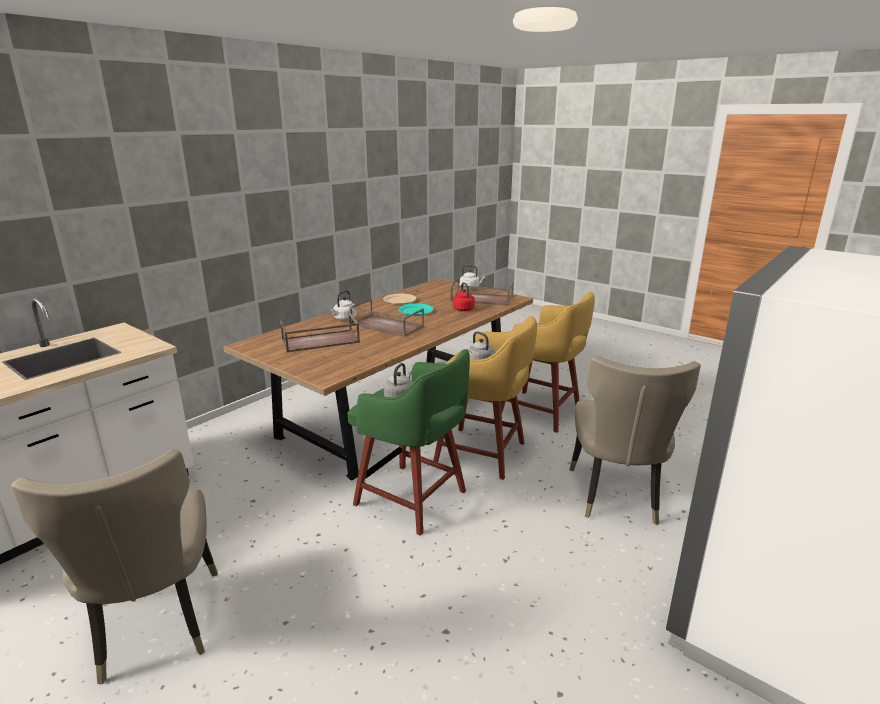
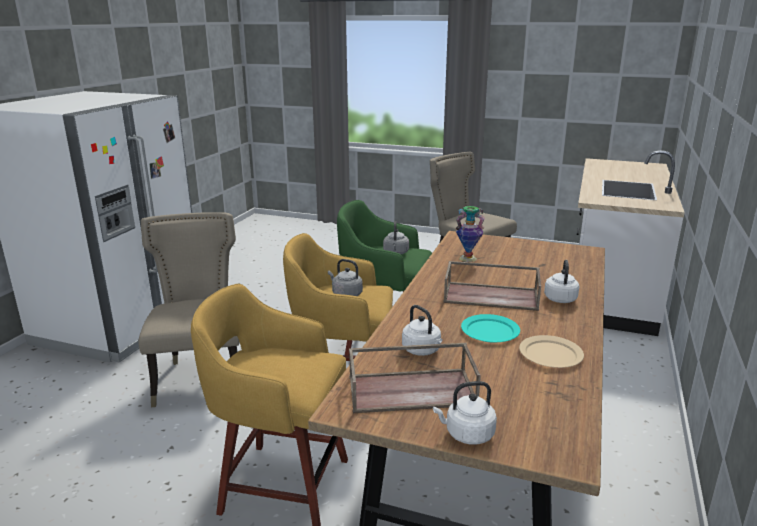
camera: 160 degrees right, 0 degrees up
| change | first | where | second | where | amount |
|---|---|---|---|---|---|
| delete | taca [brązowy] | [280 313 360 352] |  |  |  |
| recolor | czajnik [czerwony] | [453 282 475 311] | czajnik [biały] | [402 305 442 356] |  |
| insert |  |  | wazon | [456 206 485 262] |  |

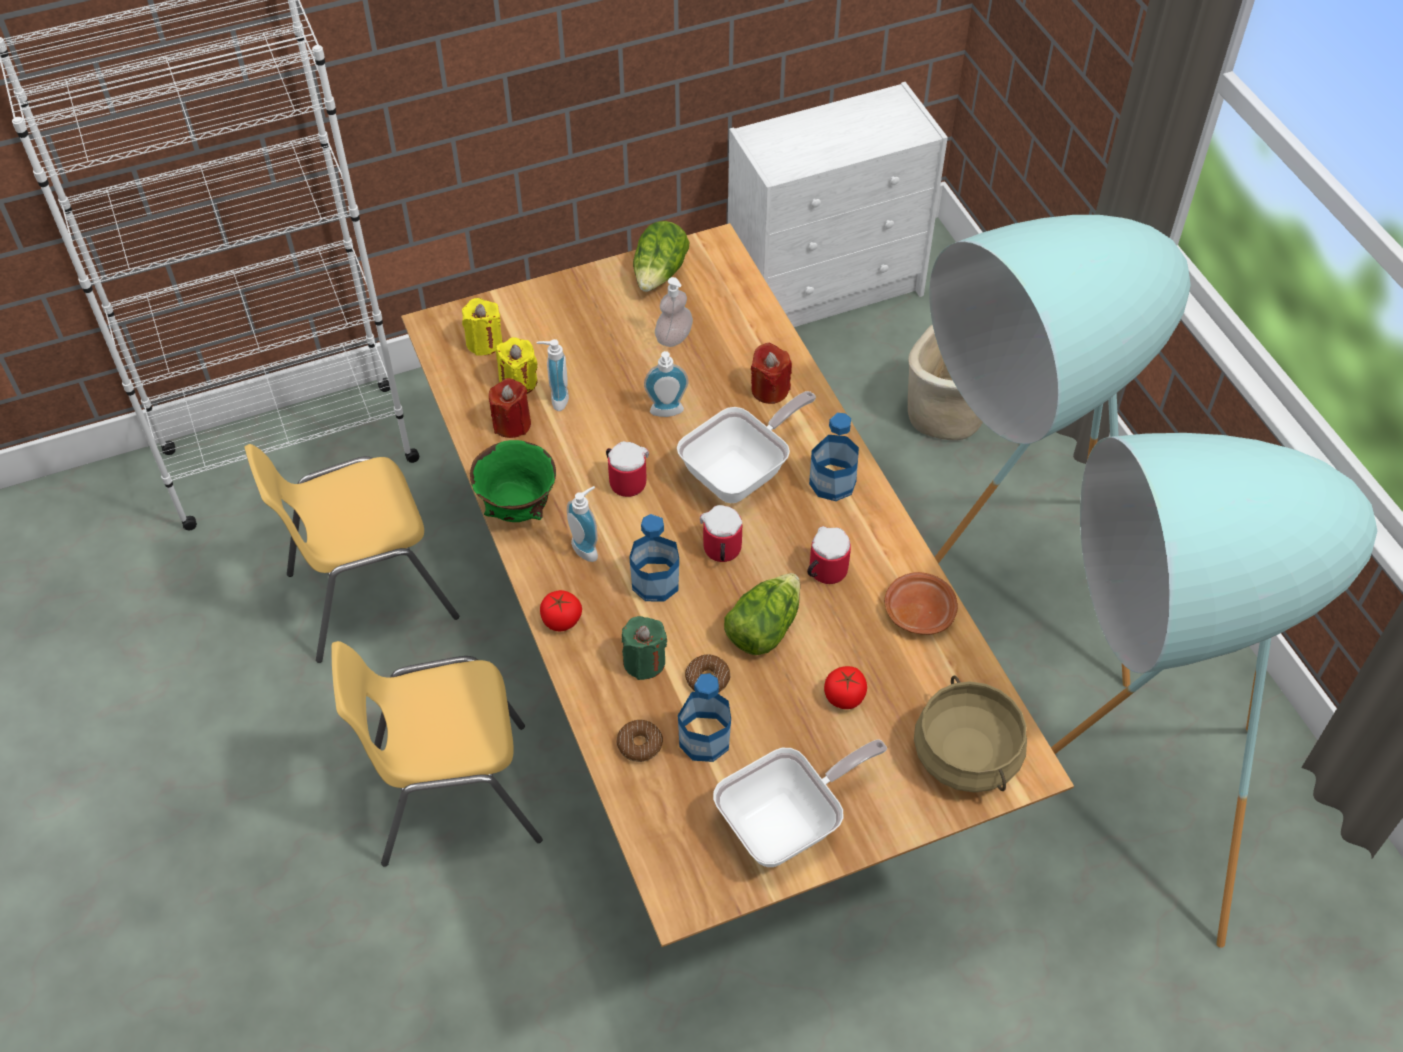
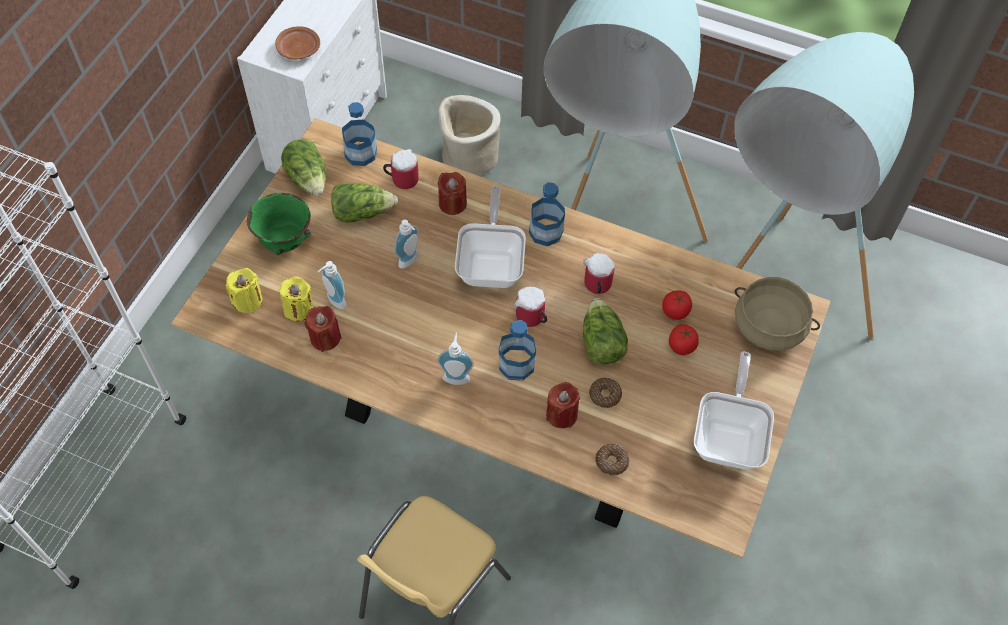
camera: 45 degrees left, 5 degrees up
| change | first | where | second | where | amount |
|---|---|---|---|---|---|
| delete | krzesło [żółty] | [245 444 459 663] |  |  |  |
| move | miska [zielony] | [470 440 556 522] |  | [247 193 311 255] |  |
| move | pomidor | [540 590 582 631] |  | [662 290 692 320] |  |
| move | kubek | [606 441 649 497] |  | [383 149 419 189] |  |
| recolor | świeca [zielony] | [622 616 667 680] | świeca [czerwony] | [546 382 580 428] |  |
| replace | dozownik mydła | [655 277 693 347] | sałata | [331 183 398 223] |  |
| move | butelka | [678 673 731 762] |  | [342 102 377 166] |  |
| move | talerz [brązowy] | [884 572 958 635] |  | [275 26 320 60] |  |

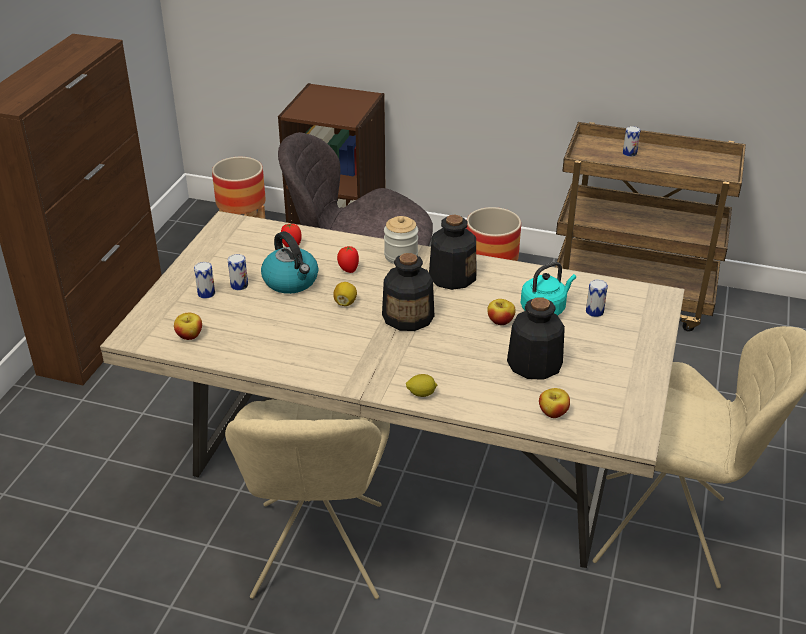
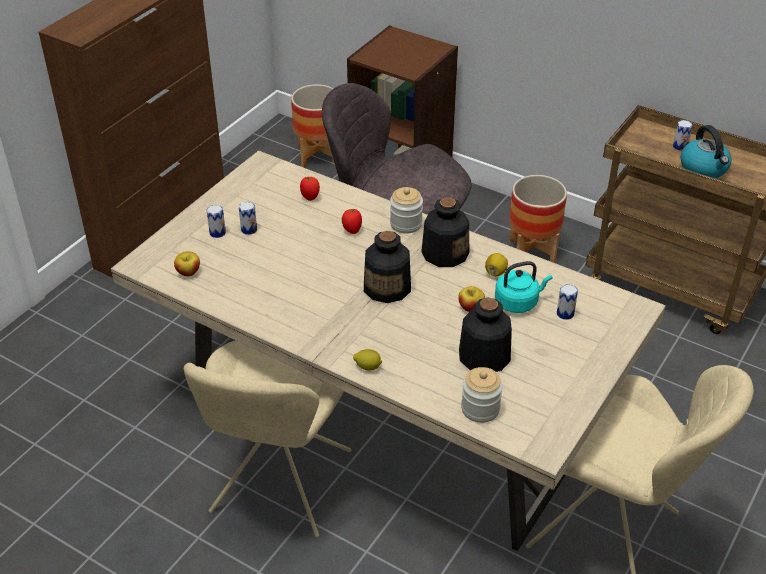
camera: 15 degrees right, 5 degrees up
| change | first | where | second | where | amount |
|---|---|---|---|---|---|
| move | czajnik | [261 231 318 294] |  | [681 125 732 178] |  |
| move | cytryna | [333 282 357 306] |  | [485 253 508 276] |  |
| replace | jabłko | [539 388 570 418] | słoik | [461 367 503 423] |  |

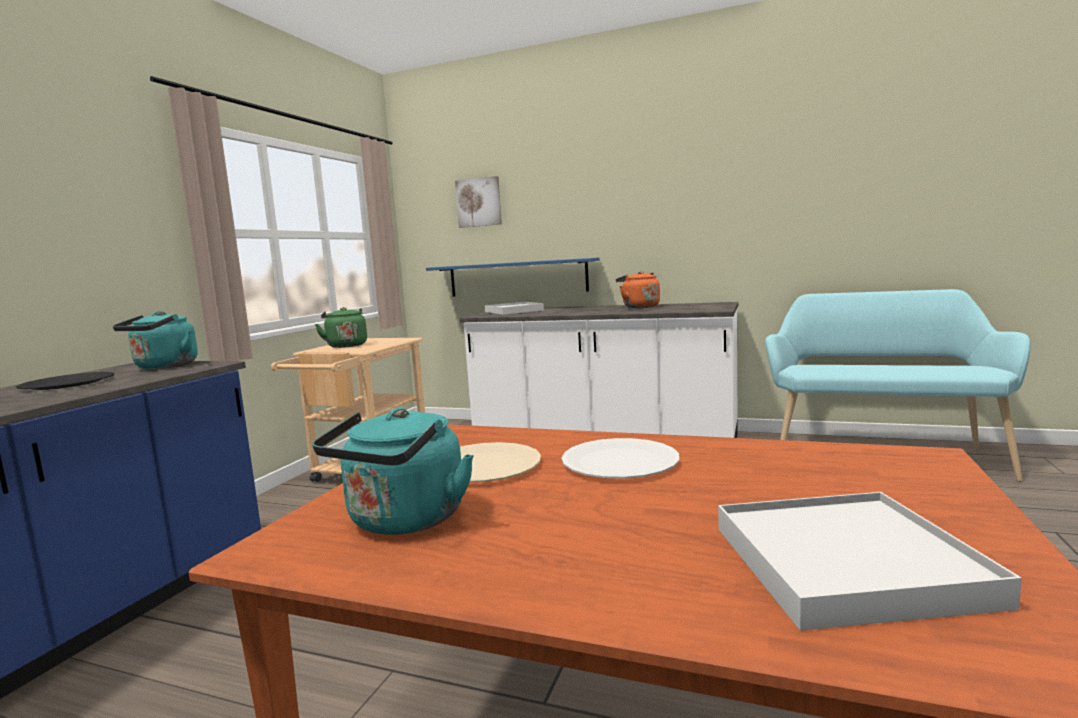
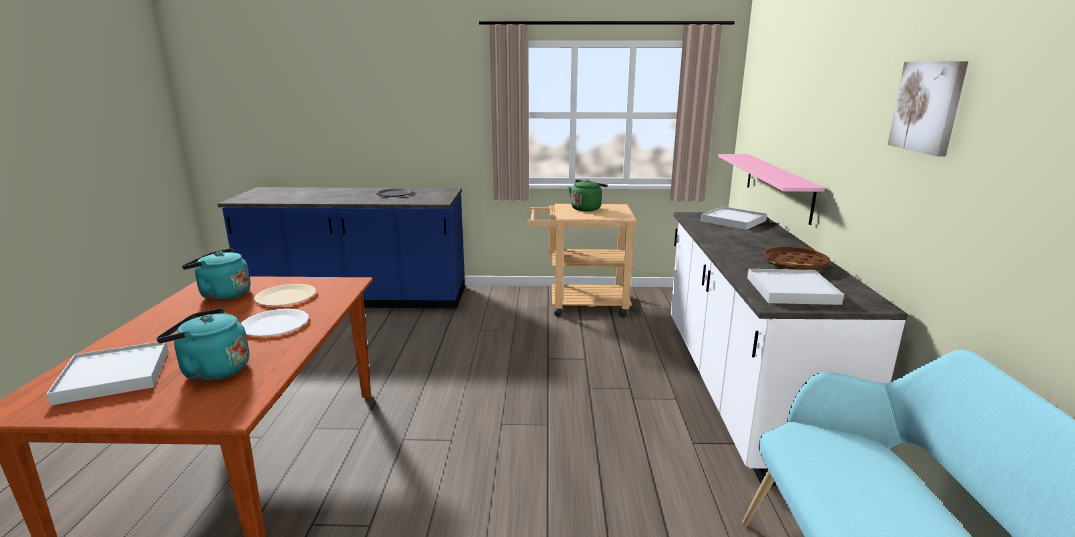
camera: 70 degrees right, 10 degrees up
| change | first | where | second | where | amount |
|---|---|---|---|---|---|
| move | czajnik [turkusowy] | [113 311 198 369] |  | [156 308 249 382] |  |
| recolor | półka [niebieski] | [426 257 600 297] | półka [różowy] | [718 154 825 225] |  |
| move | obraz | [455 176 502 228] |  | [887 61 968 157] |  |
| replace | czajnik [pomarańczowy] | [616 271 660 308] | taca [brązowy] | [764 247 830 270] |  |
| insert |  |  | taca [biały] | [747 269 844 305] |  |

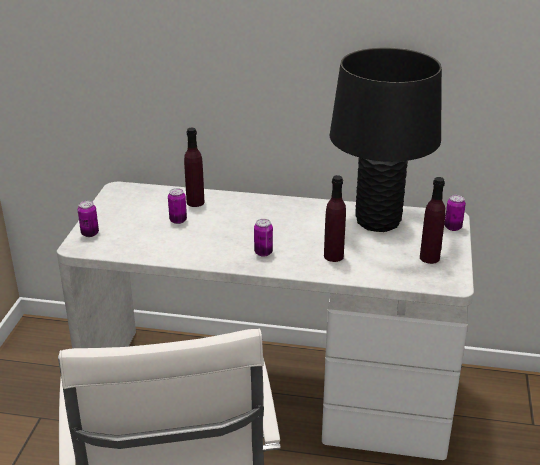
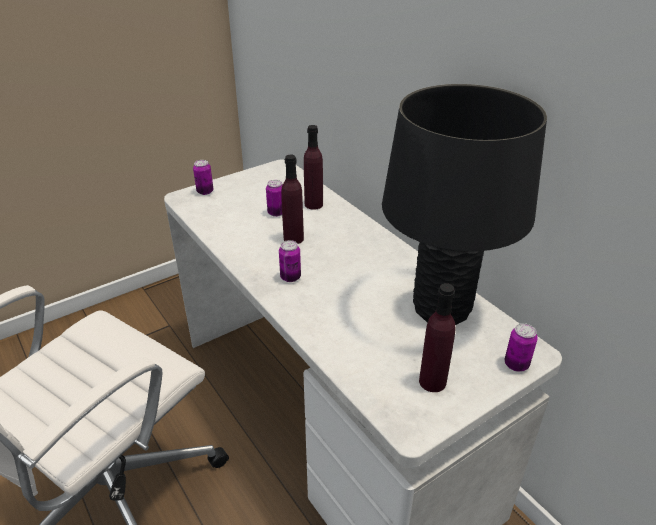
camera: 45 degrees right, 5 degrees up
| change | first | where | second | where | amount |
|---|---|---|---|---|---|
| move | butelka [fioletowy] | [324 175 346 262] |  | [281 155 304 244] |  |

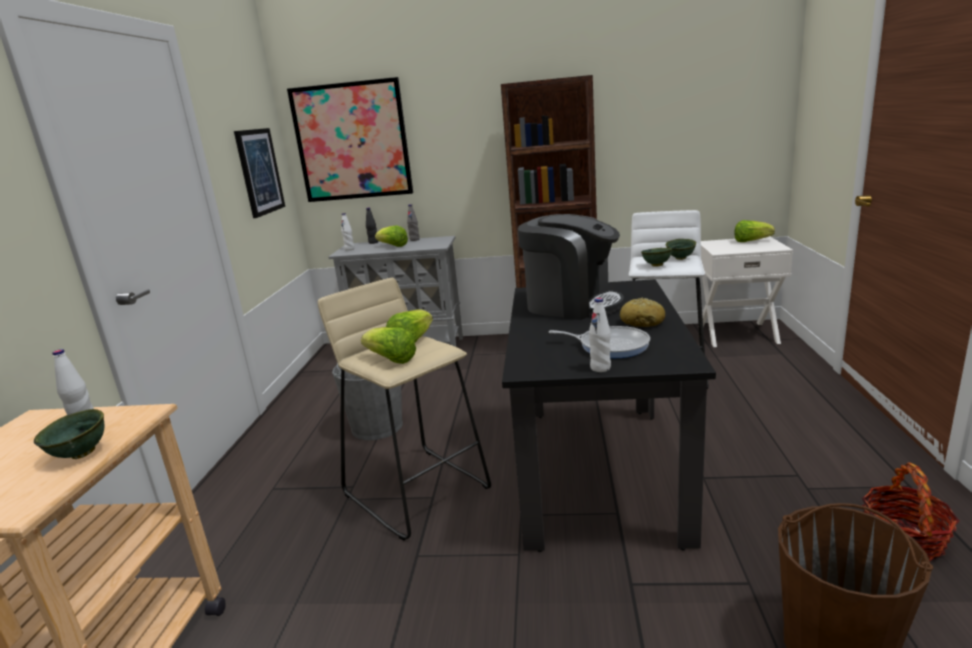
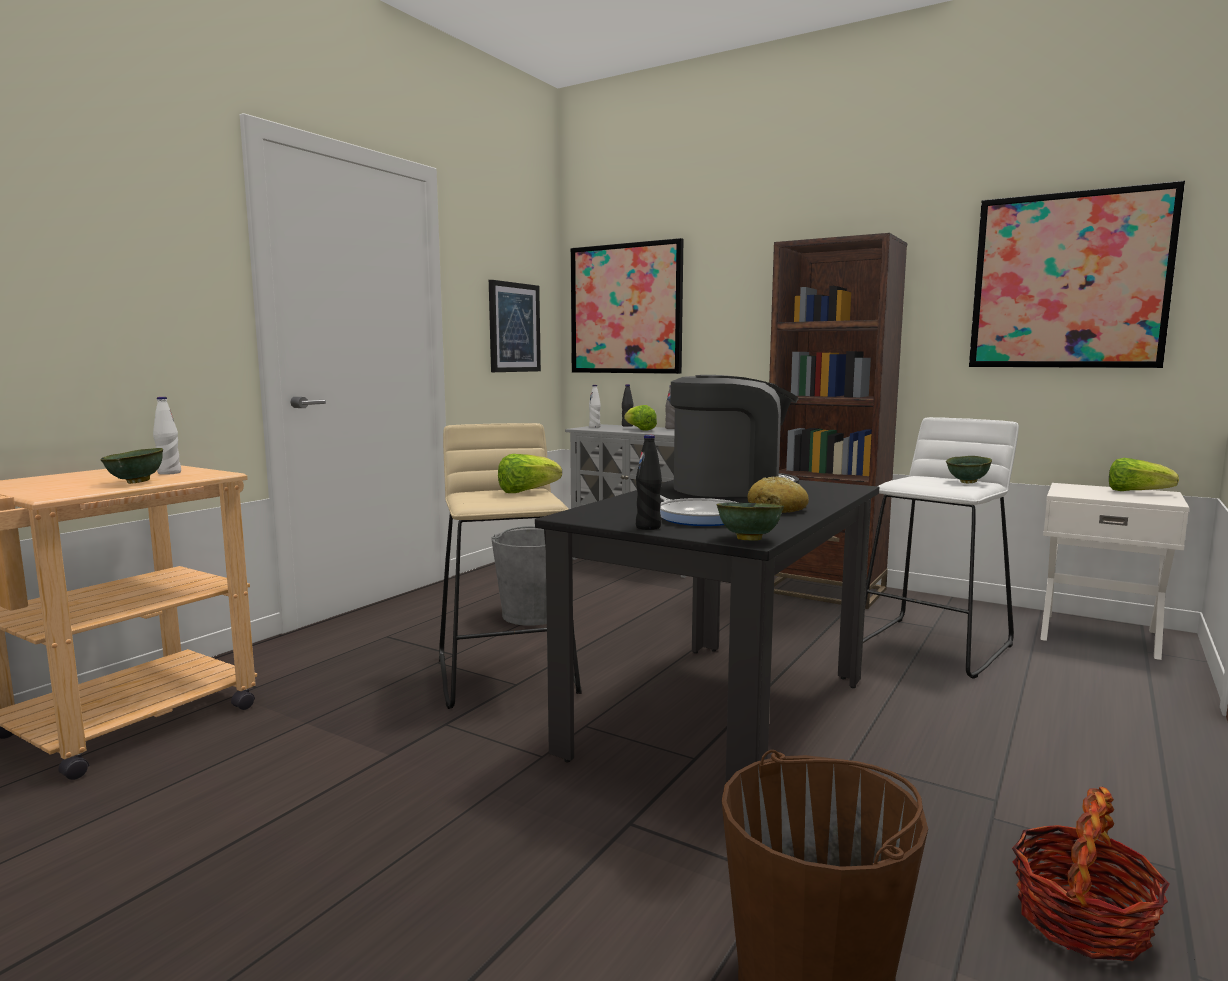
camera: 25 degrees right, 10 degrees down
| change | first | where | second | where | amount |
|---|---|---|---|---|---|
| delete | sałata | [361 327 416 364] |  |  |  |
| rotate | ekspres do kawy | [518 214 624 320] |  | [671 375 799 497] | 60 degrees counterclockwise |
| recolor | butelka [biały] | [589 298 611 372] | butelka [czarny] | [636 435 662 530] |  |
| move | miska [zielony] | [641 248 672 267] |  | [716 502 784 540] |  |
| insert |  |  | obraz | [969 181 1185 368] |  |

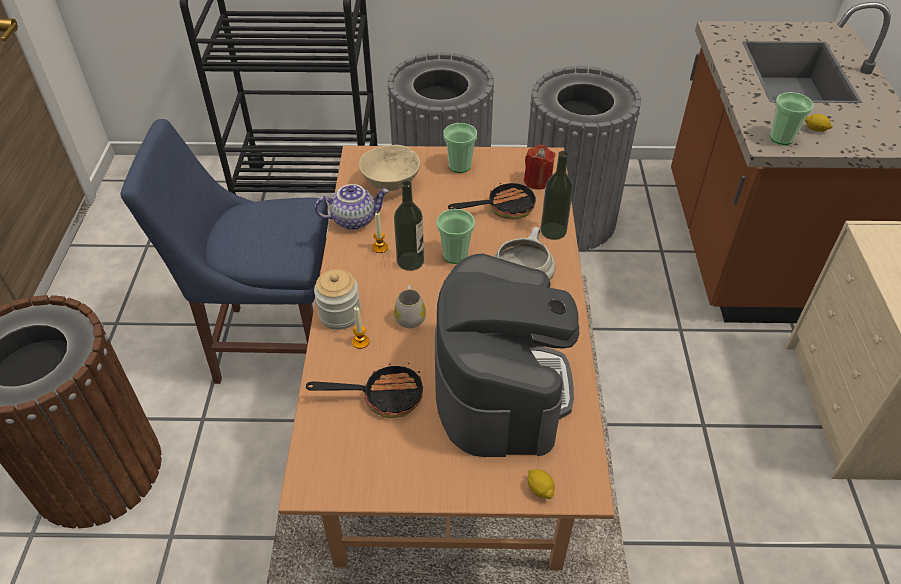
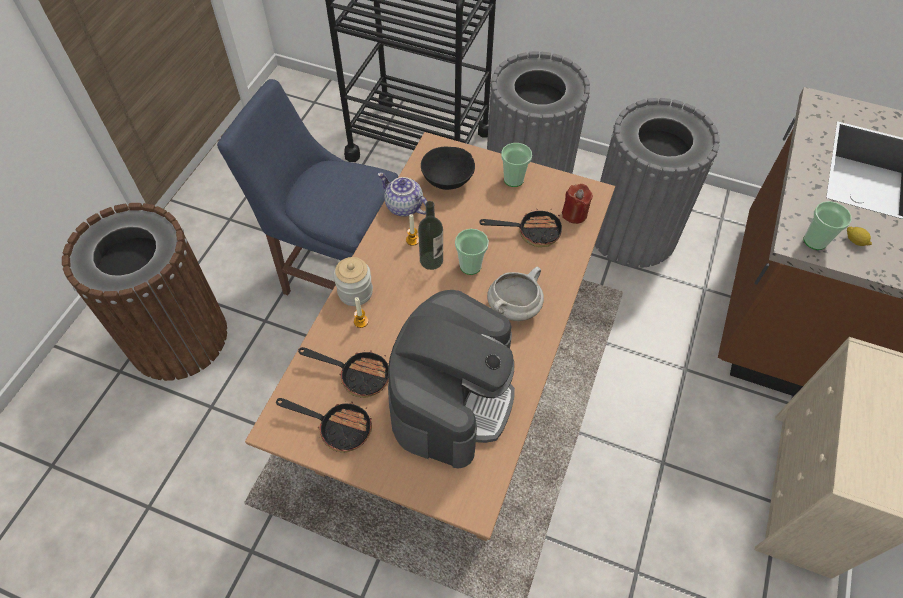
camera: 20 degrees right, 10 degrees up
| change | first | where | second | where | amount |
|---|---|---|---|---|---|
| rotate | imbryk | [315 184 389 230] |  | [378 172 428 217] | 150 degrees counterclockwise |
| recolor | miska [beżowy] | [359 145 420 191] | miska [czarny] | [421 147 475 190] |  |
| delete | kubek [biały] | [394 285 426 328] |  |  |  |
| delete | cytryna | [528 469 555 499] |  |  |  |
| delete | butelka | [541 151 573 240] |  |  |  |
| insert |  |  | patelnia | [276 398 372 453] |  |

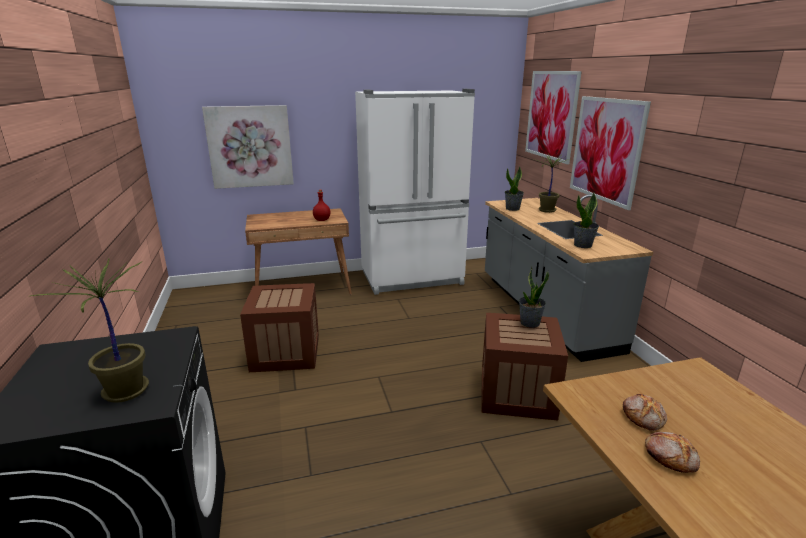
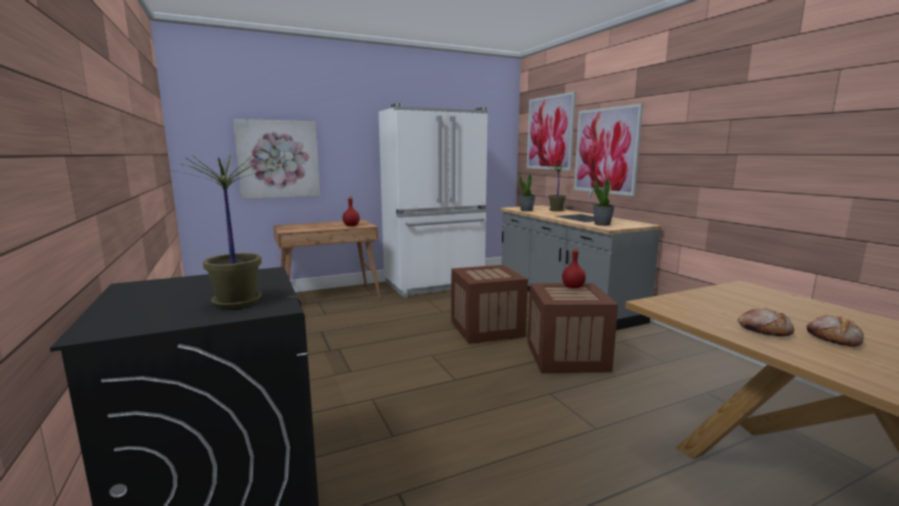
camera: 10 degrees left, 10 degrees down
| change | first | where | second | where | amount |
|---|---|---|---|---|---|
| move | skrzynka | [240 283 319 372] |  | [451 265 528 344] |  |
| replace | roślina doniczkowa | [519 267 549 328] | butelka [czerwony] | [562 248 586 288] |  |
| move | chleb | [623 394 667 431] |  | [806 315 864 347] |  |

